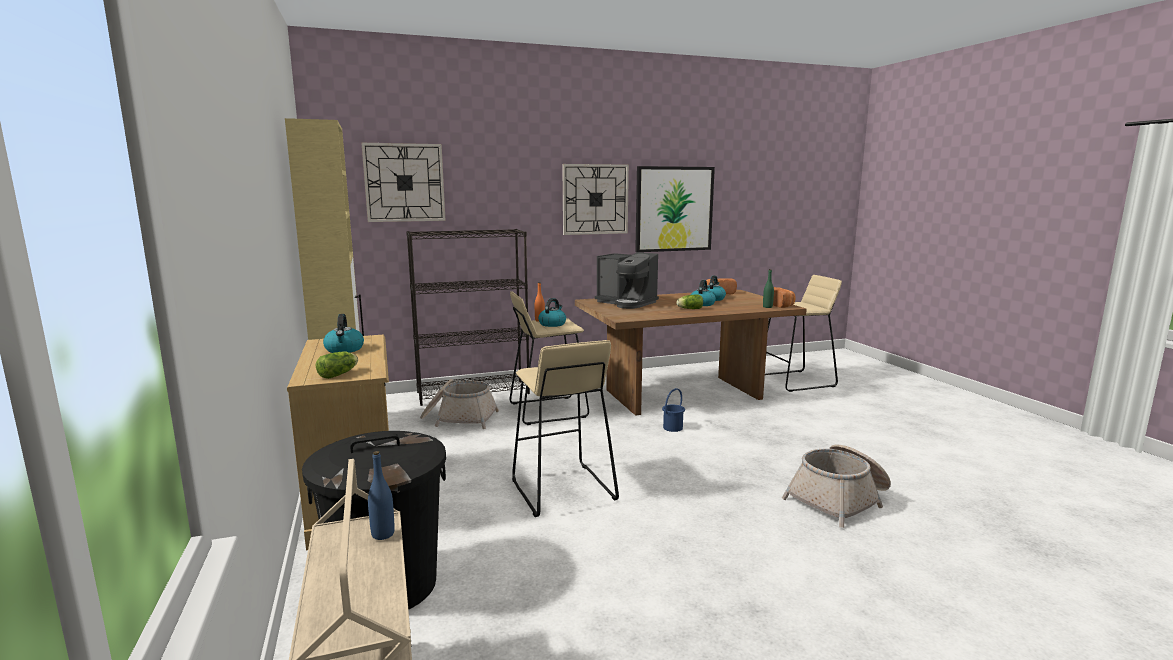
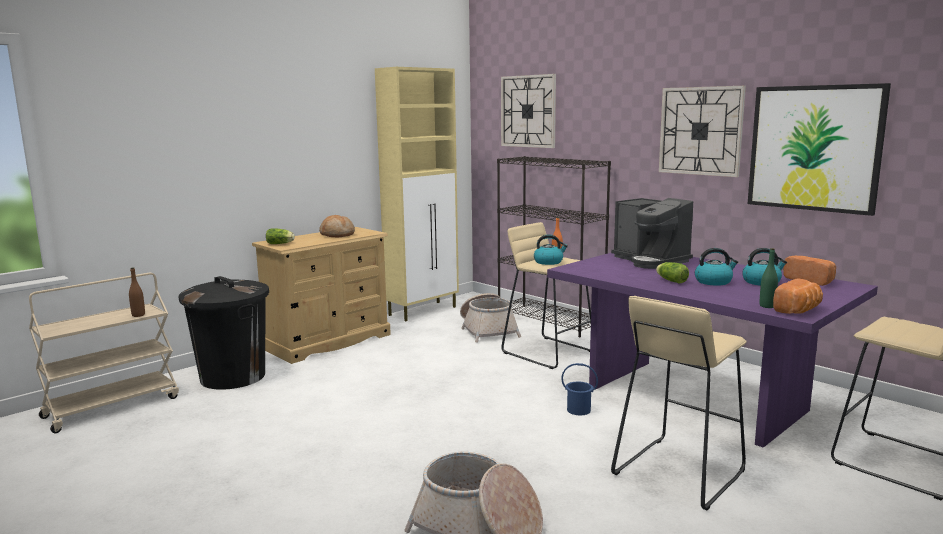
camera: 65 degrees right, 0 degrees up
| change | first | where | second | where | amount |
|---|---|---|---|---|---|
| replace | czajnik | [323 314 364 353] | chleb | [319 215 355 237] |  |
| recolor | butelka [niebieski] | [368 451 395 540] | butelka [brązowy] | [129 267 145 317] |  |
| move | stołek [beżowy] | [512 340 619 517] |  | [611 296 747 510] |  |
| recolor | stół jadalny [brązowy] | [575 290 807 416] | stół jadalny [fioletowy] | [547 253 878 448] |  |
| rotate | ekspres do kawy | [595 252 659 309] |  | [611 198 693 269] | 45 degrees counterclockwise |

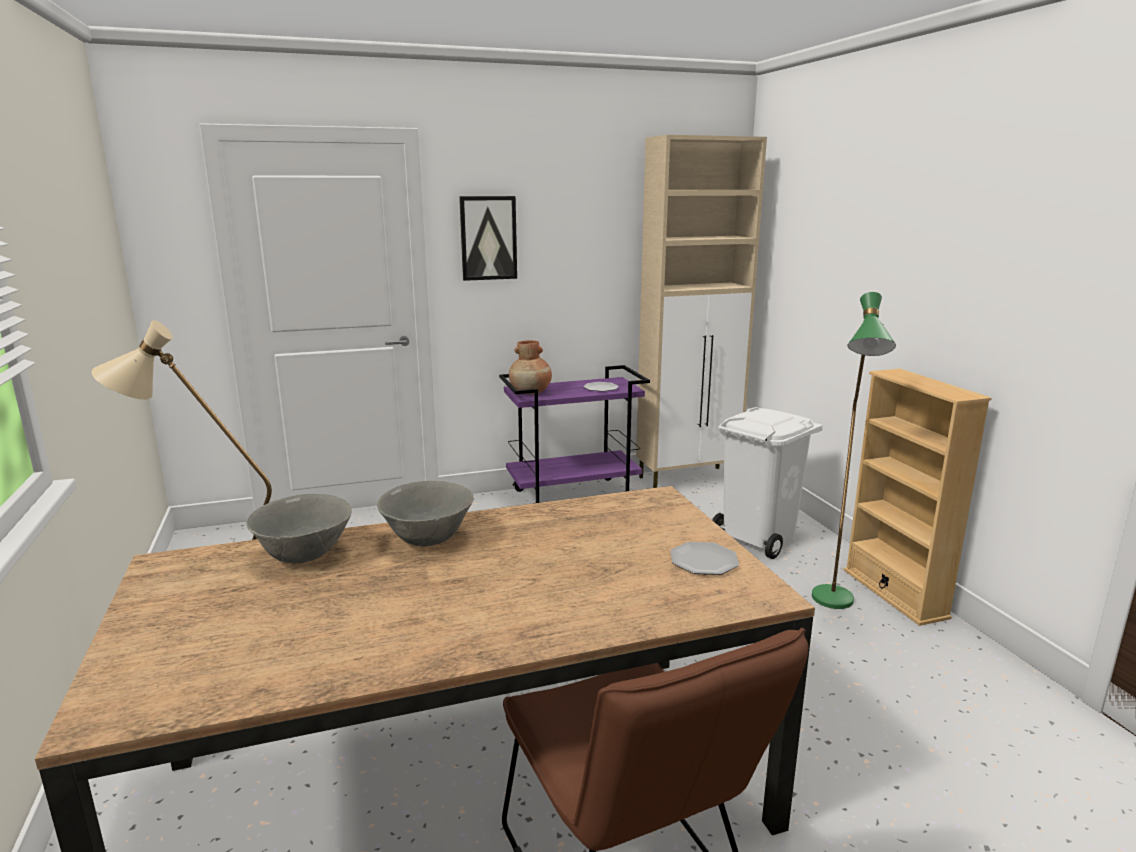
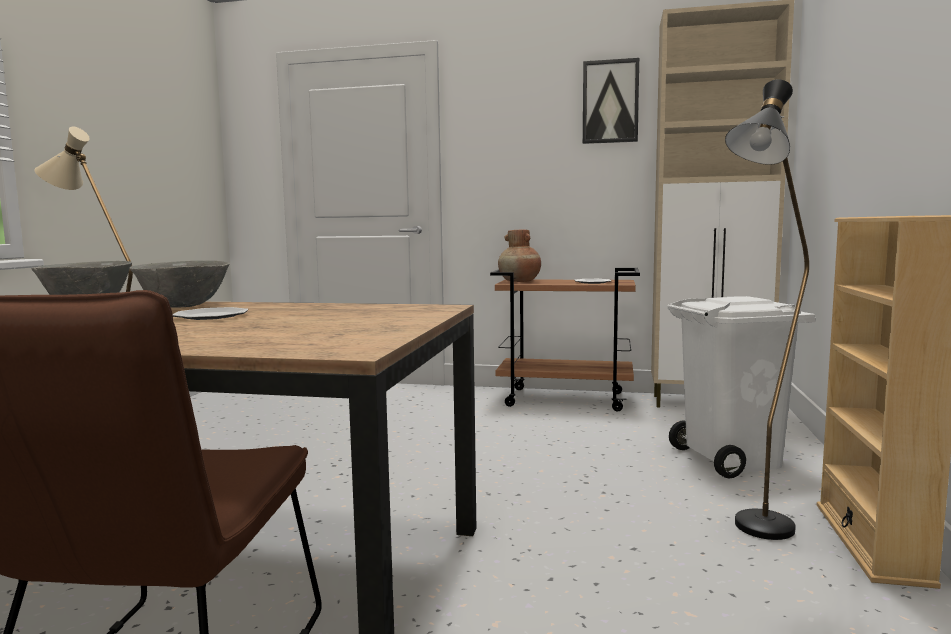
camera: 30 degrees right, 10 degrees down
| change | first | where | second | where | amount |
|---|---|---|---|---|---|
| move | obraz | [459 196 517 281] |  | [583 58 639 144] |  |
| recolor | wózek [fioletowy] | [499 365 650 503] | wózek [brązowy] | [490 268 640 411] |  |
| move | talerz | [670 542 739 575] |  | [173 307 248 320] |  |
| recolor | lampa stojąca [zielony] | [812 292 896 609] | lampa stojąca [czarny] | [725 79 809 540] |  |

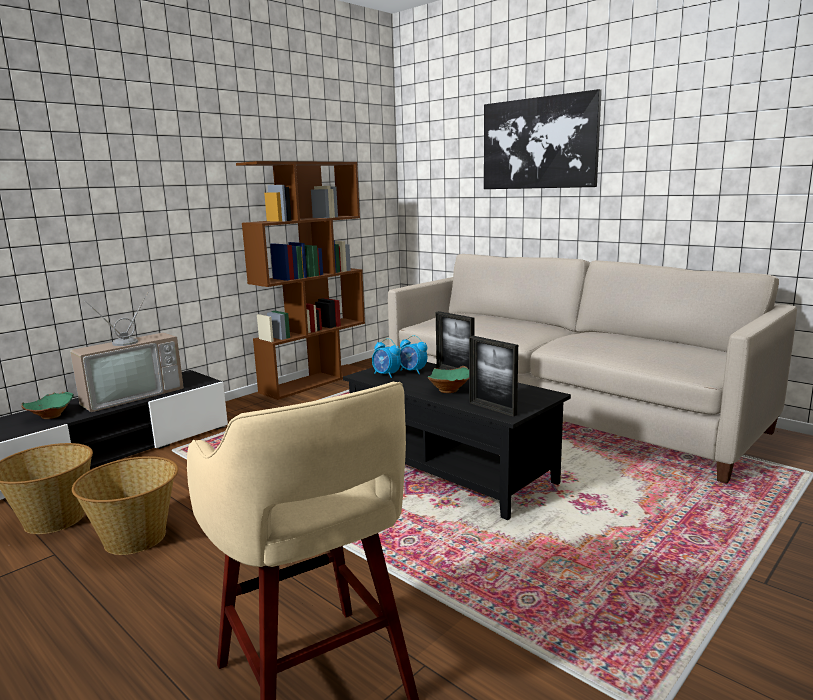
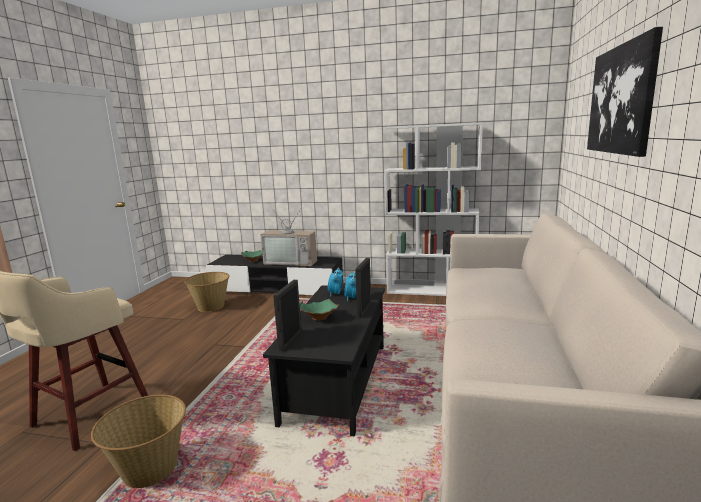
camera: 60 degrees right, 0 degrees up
| change | first | where | second | where | amount |
|---|---|---|---|---|---|
| move | koszyk | [72 456 178 555] |  | [91 395 186 488] |  |
| recolor | regał [brązowy] | [236 161 366 400] | regał [biały] | [383 122 483 296] |  |

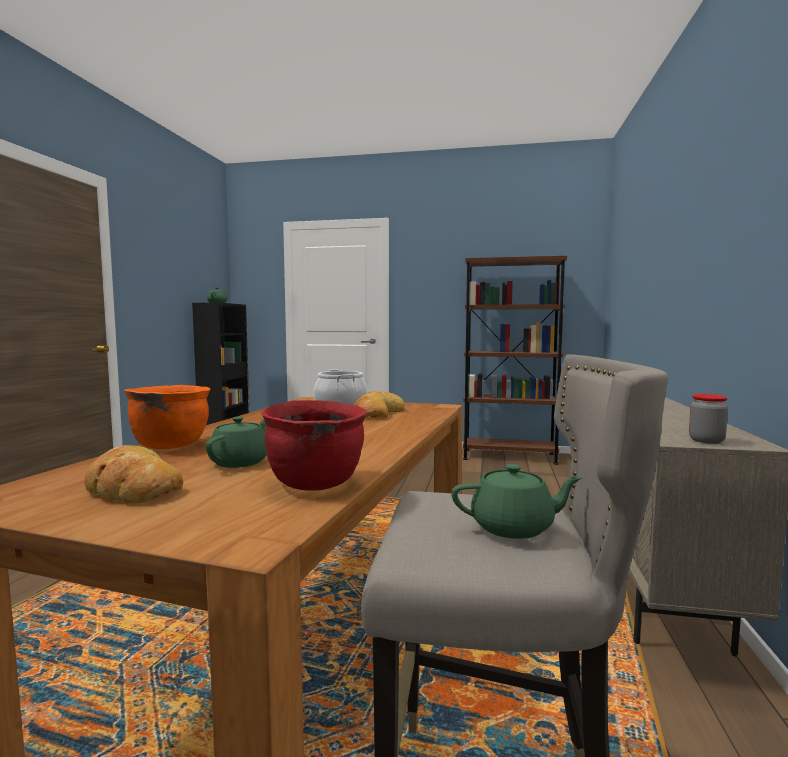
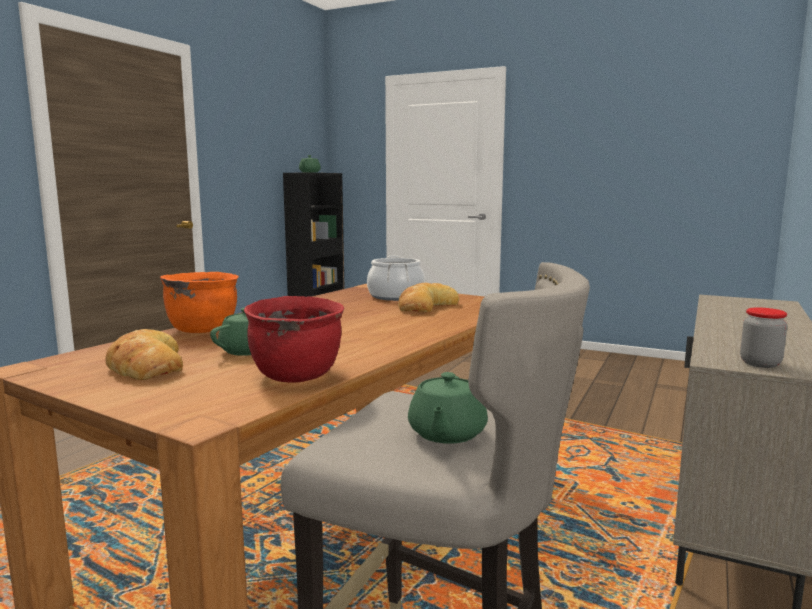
camera: 15 degrees right, 5 degrees up
| change | first | where | second | where | amount |
|---|---|---|---|---|---|
| rotate | imbryk [zielony] | [451 464 582 539] |  | [408 372 488 444] | 90 degrees clockwise |
| delete | regał [brązowy] | [463 256 567 465] |  |  |  |

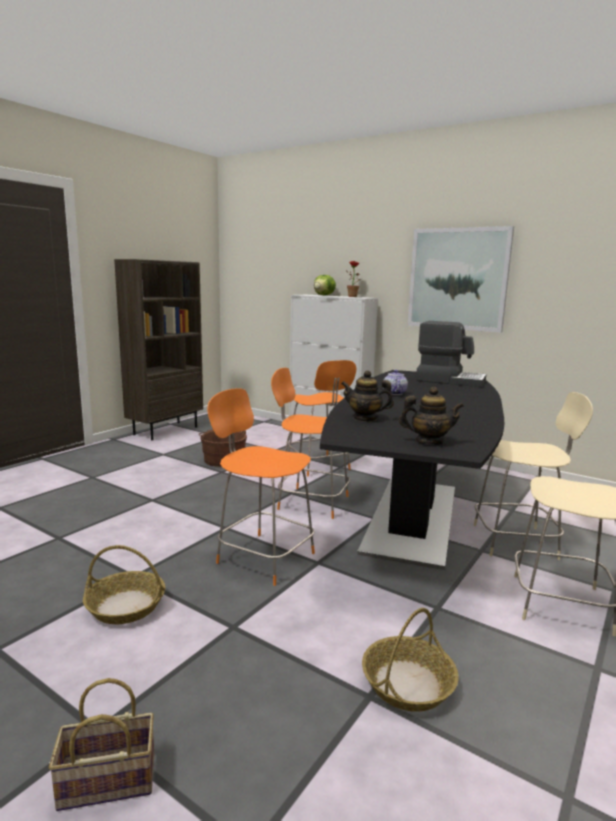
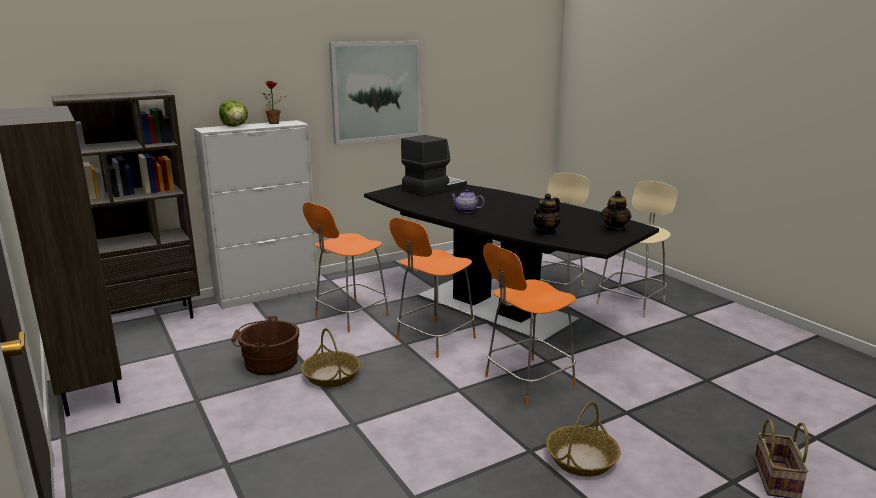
camera: 65 degrees left, 5 degrees up
| change | first | where | second | where | amount |
|---|---|---|---|---|---|
| rotate | krzesło [pomarańczowy] | [288 360 356 477] |  | [303 202 389 333] | 135 degrees clockwise |
| move | koszyk | [362 608 459 712] |  | [301 328 361 387] |  |
| insert |  |  | regał [brązowy] | [51 90 200 319] |  |

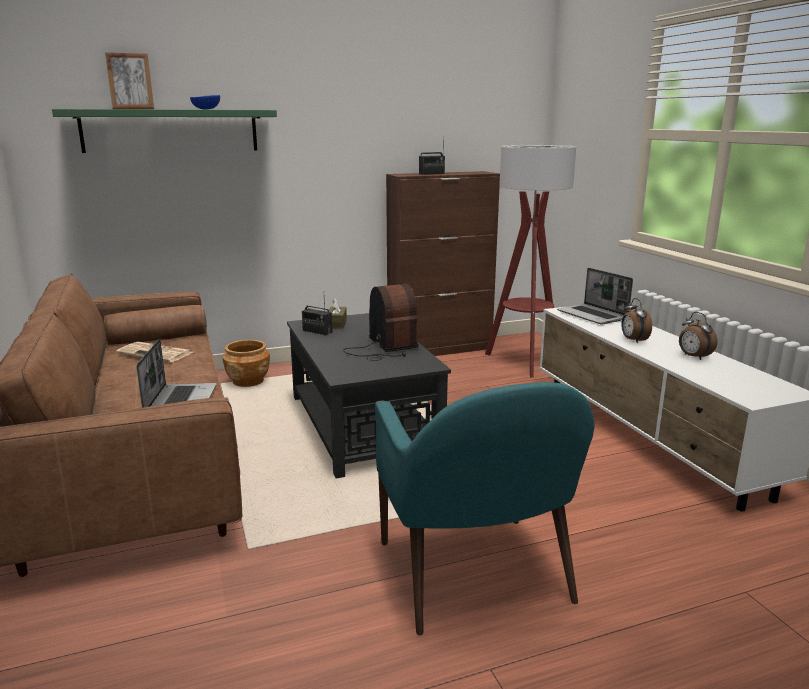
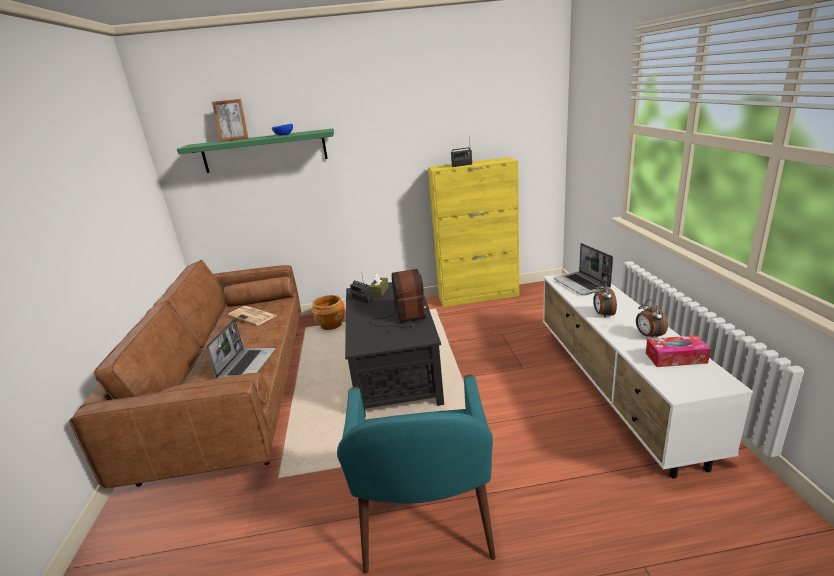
camera: 15 degrees right, 5 degrees up
| change | first | where | second | where | amount |
|---|---|---|---|---|---|
| recolor | szafka [brązowy] | [386 171 500 356] | szafka [żółty] | [428 157 519 307] |  |
| delete | lampa stojąca | [485 145 576 378] |  |  |  |
| insert |  |  | pudełko chusteczek | [646 335 711 367] |  |

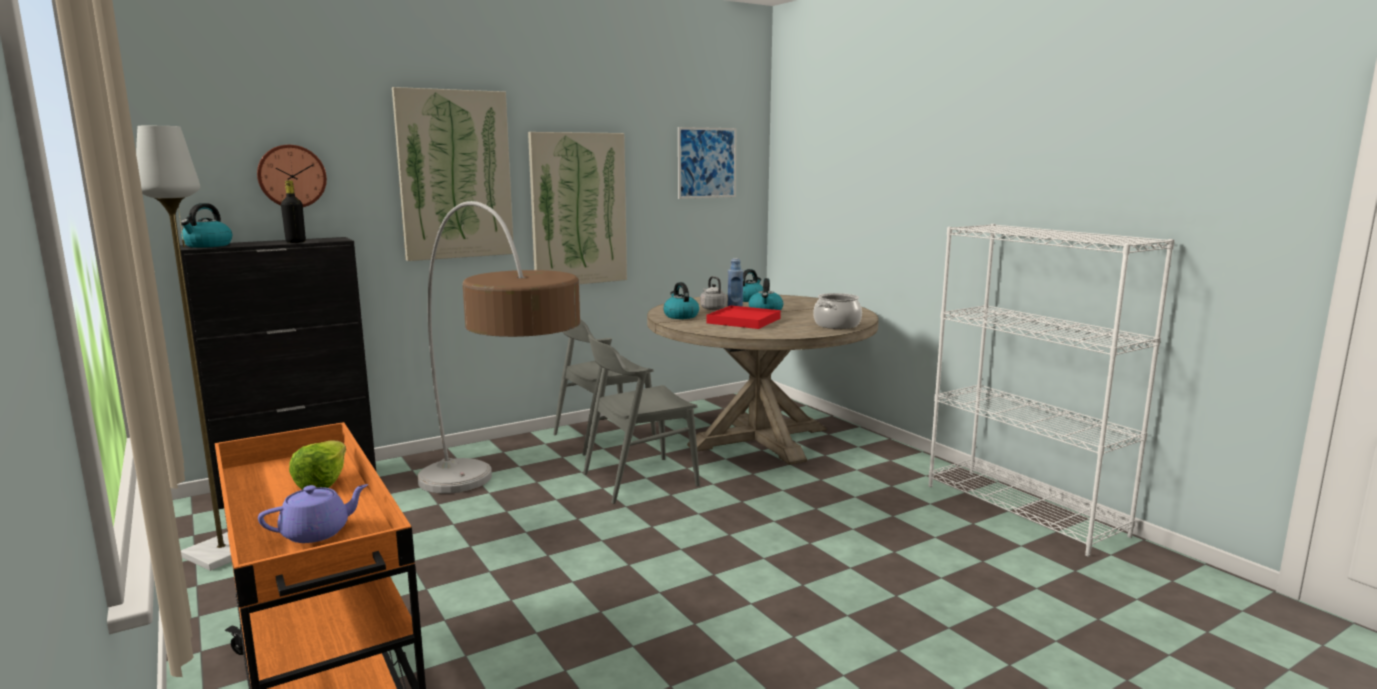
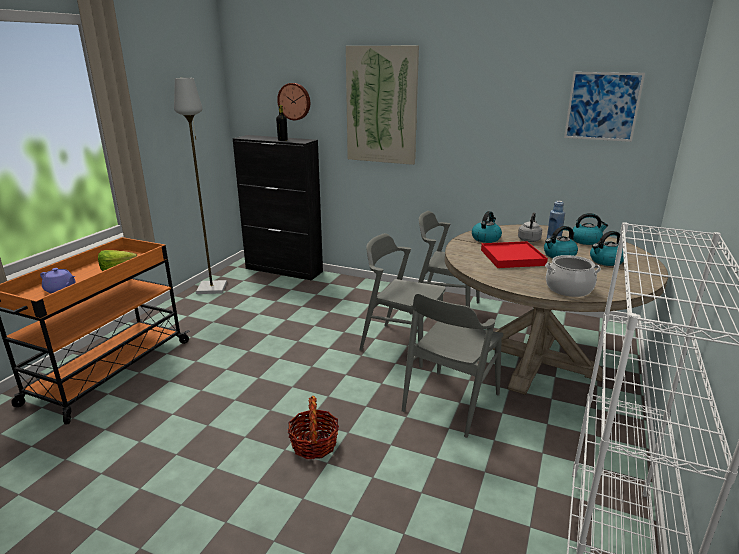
camera: 55 degrees right, 10 degrees up
| change | first | where | second | where | amount |
|---|---|---|---|---|---|
| move | czajnik | [181 203 232 248] |  | [590 231 624 266] |  |
| delete | lampa stojąca | [417 201 580 494] |  |  |  |
| delete | obraz | [528 132 627 284] |  |  |  |
| insert |  |  | koszyk | [288 396 339 459] |  |
| insert |  |  | krzesło [szary] | [402 294 503 438] |  |

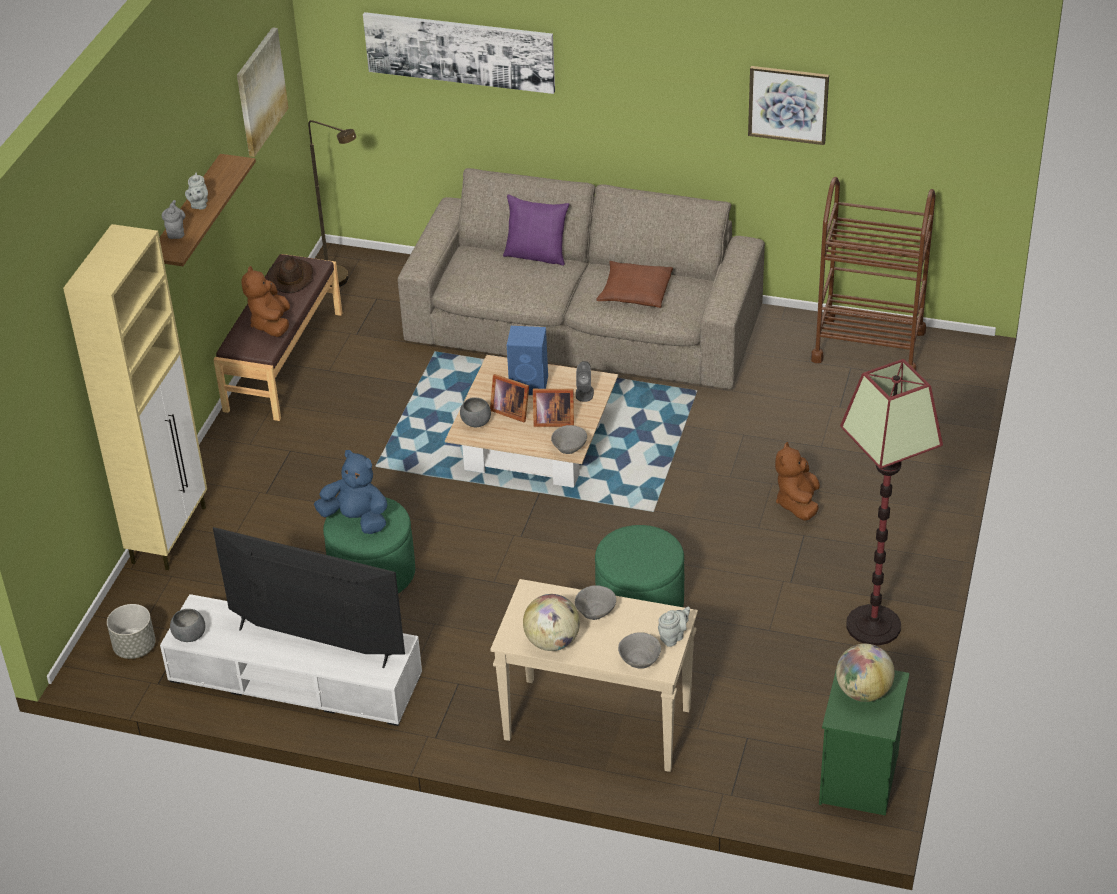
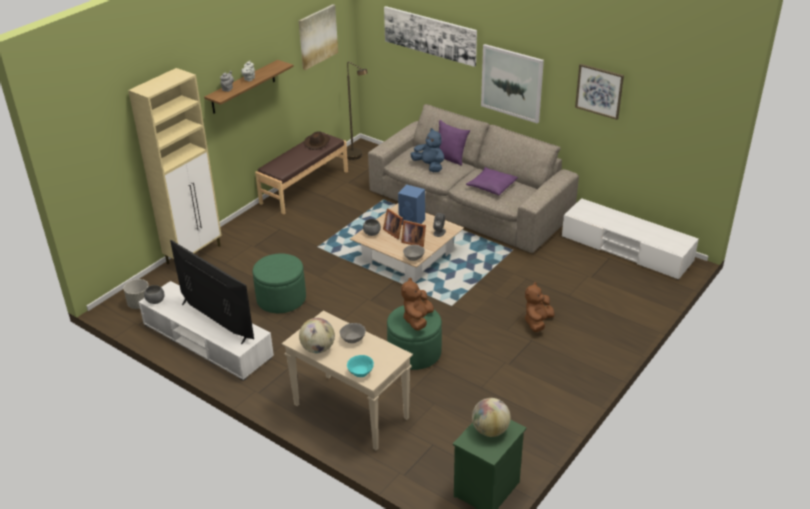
camera: 20 degrees right, 5 degrees down
| change | first | where | second | where | amount |
|---|---|---|---|---|---|
| move | pluszak [brązowy] | [241 266 290 337] |  | [401 278 434 331] |  |
| move | pluszak [niebieski] | [314 450 387 534] |  | [411 128 444 172] |  |
| recolor | poduszka [brązowy] | [596 261 673 308] | poduszka [fioletowy] | [466 167 518 195] |  |
| recolor | miska [szary] | [618 632 661 669] | miska [turkusowy] | [347 355 374 377] |  |
| delete | imbryk [szary] | [658 607 690 647] |  |  |  |
| replace | wózek [brązowy] | [811 177 936 370] | szafka pod telewizor [biały] | [562 198 699 280] |  |
| delete | lampa stojąca | [840 359 943 646] |  |  |  |
| insert |  |  | obraz | [481 44 544 124] |  |

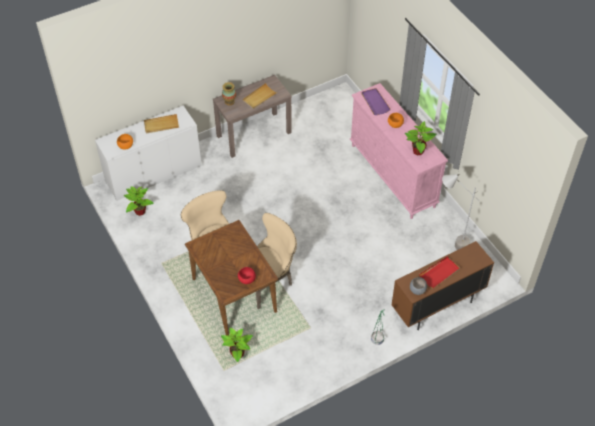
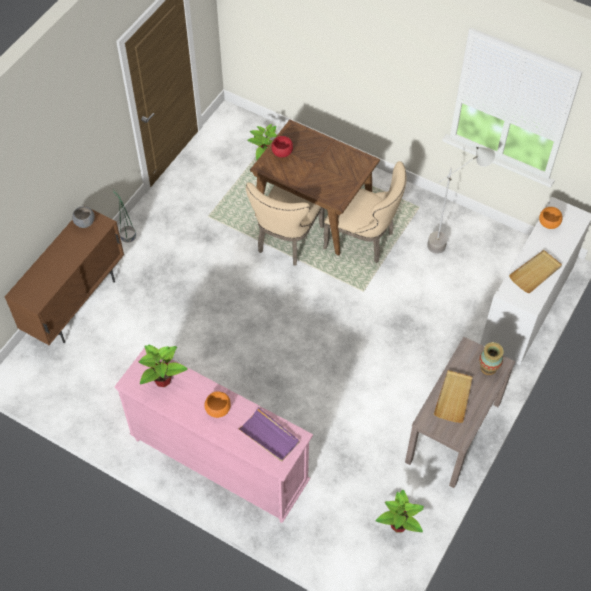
camera: 150 degrees right, 5 degrees up
| change | first | where | second | where | amount |
|---|---|---|---|---|---|
| move | roślina doniczkowa | [124 186 154 216] |  | [376 490 424 532] |  |
| delete | taca [czerwony] | [419 257 460 288] |  |  |  |
| move | lampa stojąca [szary] | [442 174 480 250] |  | [427 147 495 254] |  |

